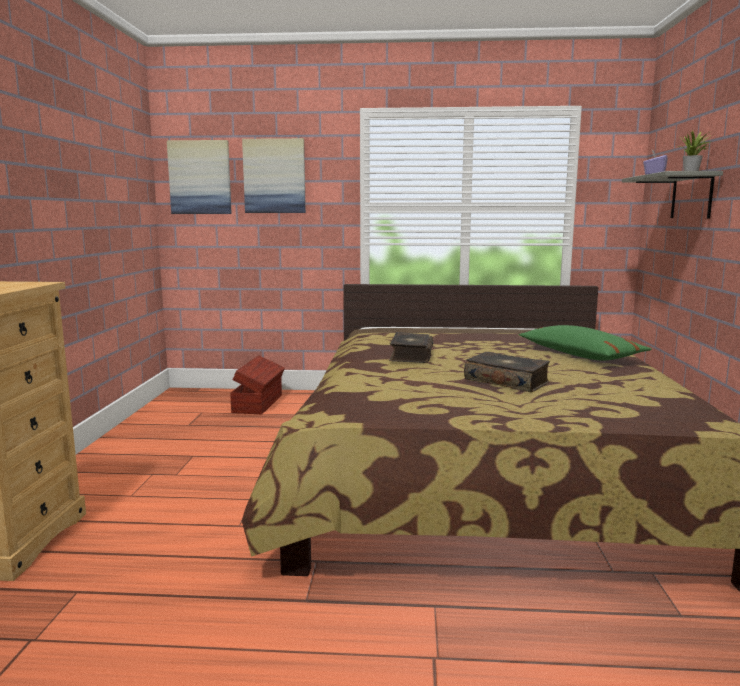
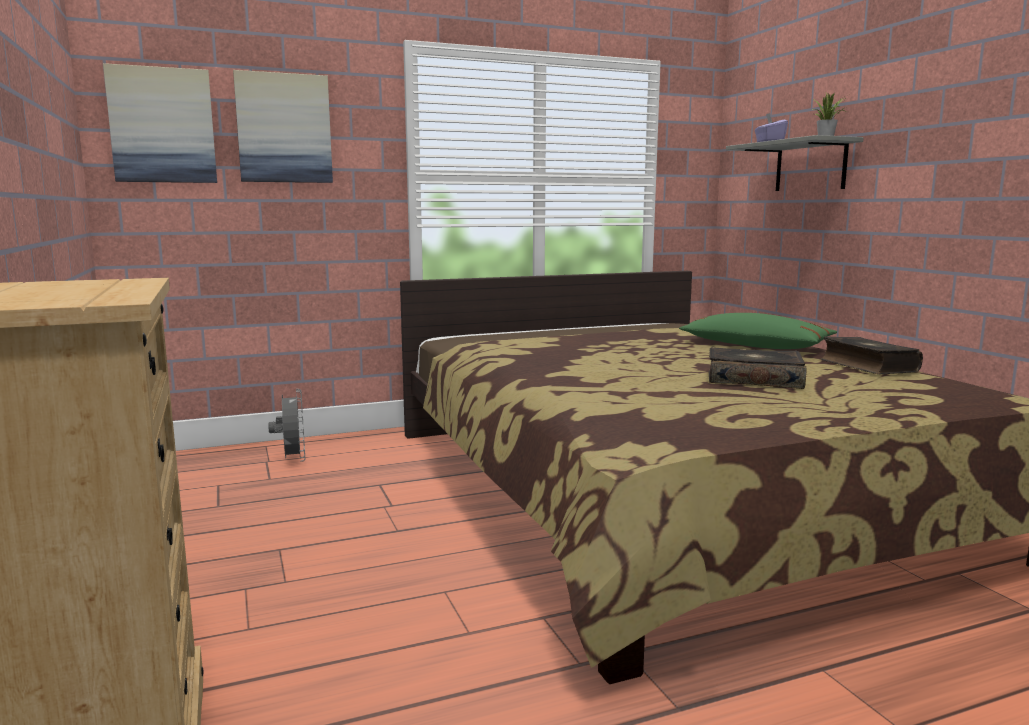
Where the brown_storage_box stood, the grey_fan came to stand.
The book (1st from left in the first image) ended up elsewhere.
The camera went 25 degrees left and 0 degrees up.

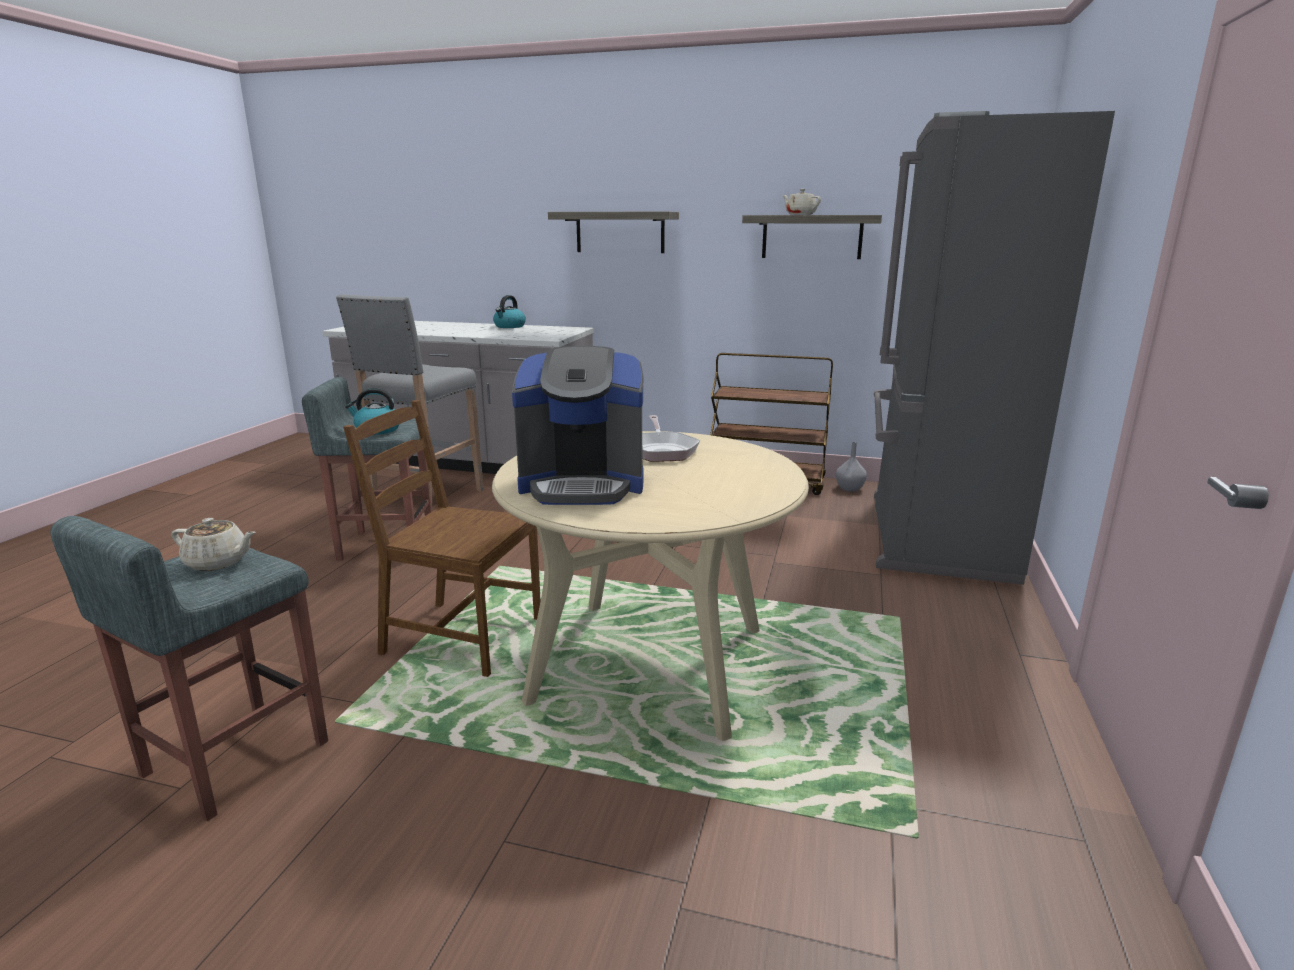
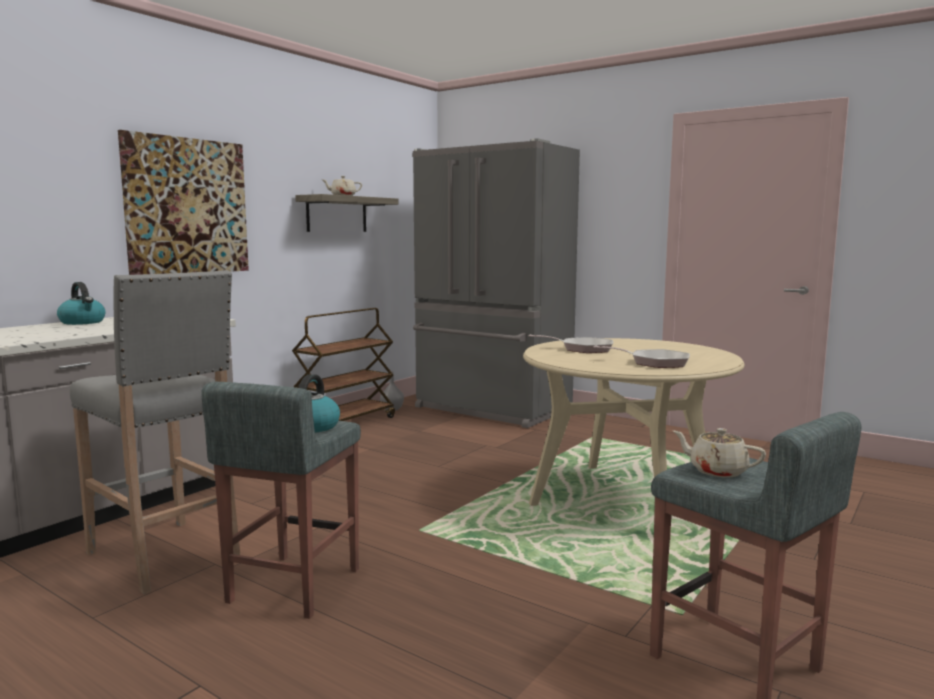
Where the shelf (1st from left) hung, the picture came to hang.
Where the coffee_machine stood, the frying_pan (2nd from left) came to stand.
The beige_teapot (1st from left in the first image) ended up facing another way, 90 degrees counterclockwise from before.
The second view lost the brown_chair.
The camera went 70 degrees left and 10 degrees down.

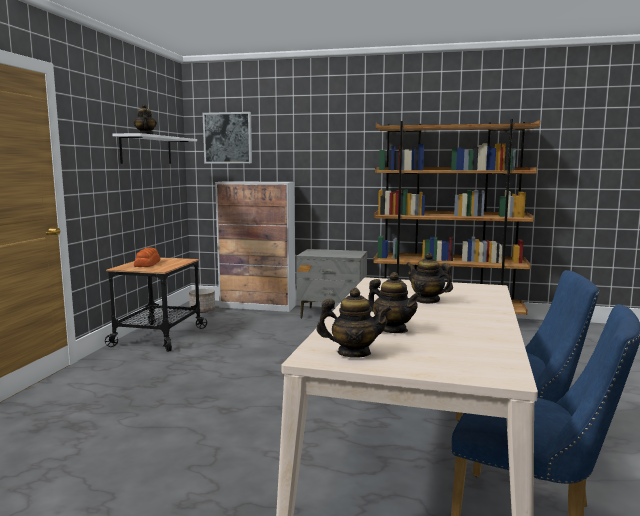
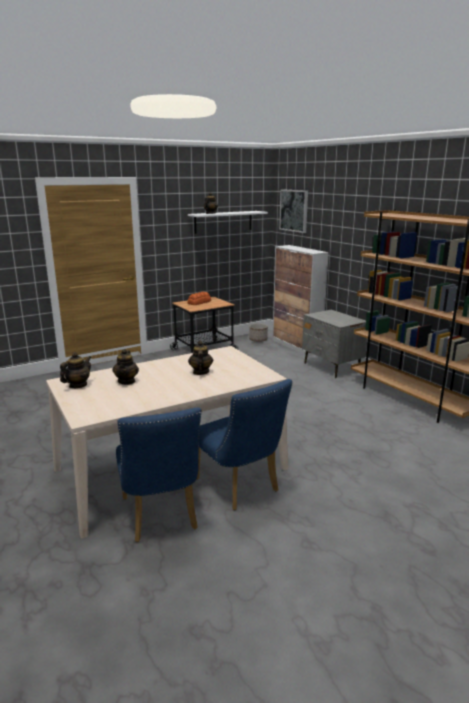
The teapot (2nd from left in the first image) ended up facing another way, 105 degrees counterclockwise from before.
The camera went 45 degrees right and 10 degrees up.

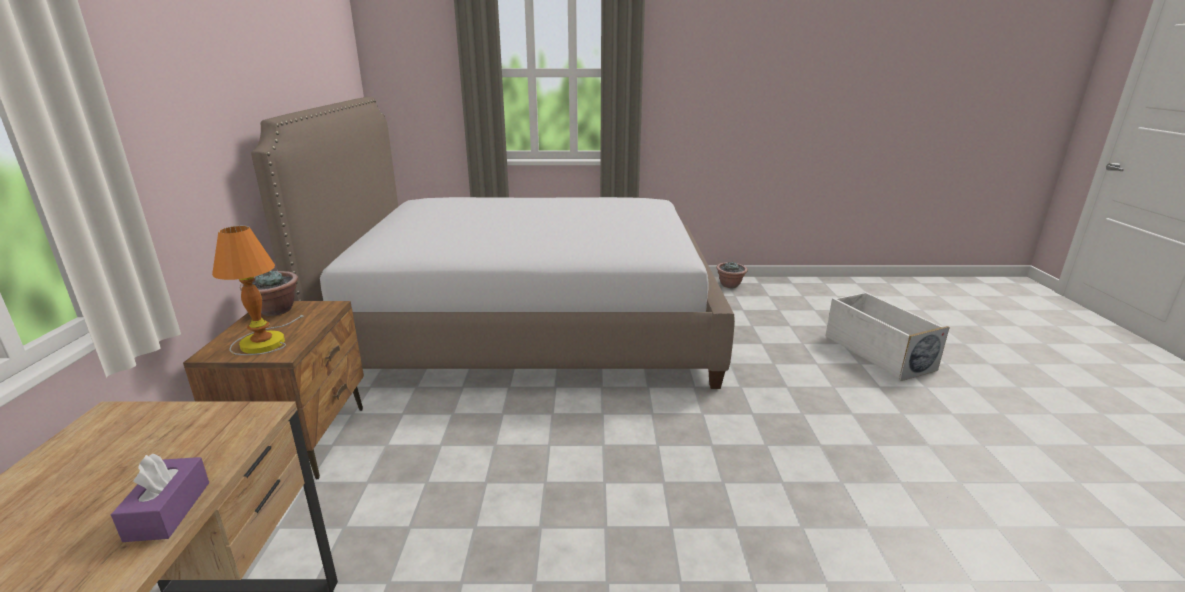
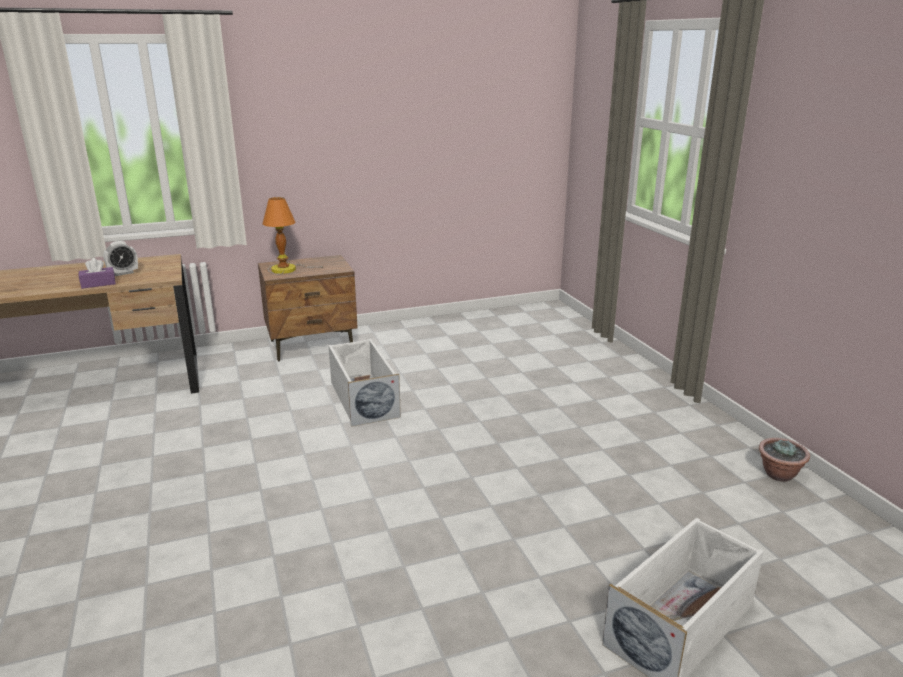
The second view gained the alarm_clock.
The second view gained the white_storage_box (1st from left).
The second view lost the potted_plant (1st from left).
The second view lost the bed.
The camera went 70 degrees right and 0 degrees up.

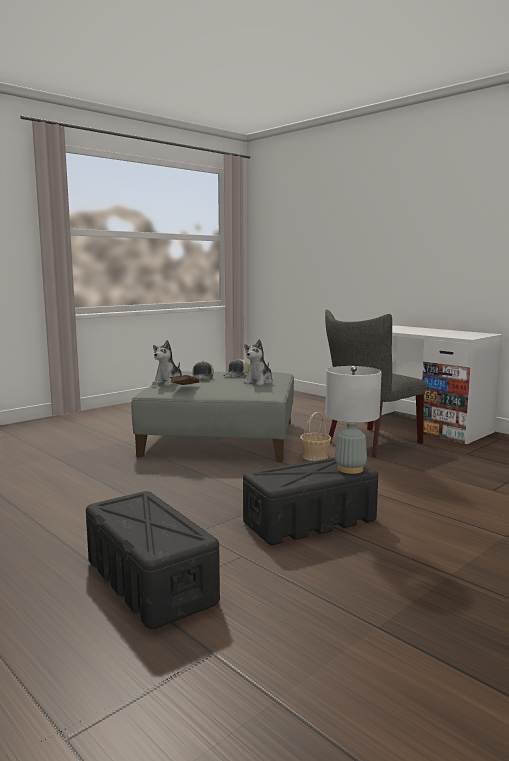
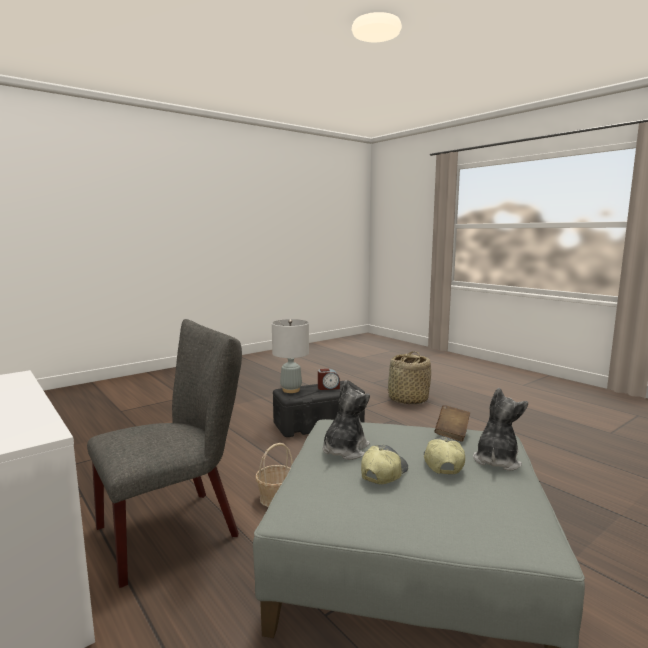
The second view gained the alarm_clock.
Where the black_storage_box (1st from left) stood, the basket (2nd from left) came to stand.
The camera went 175 degrees left and 0 degrees up.

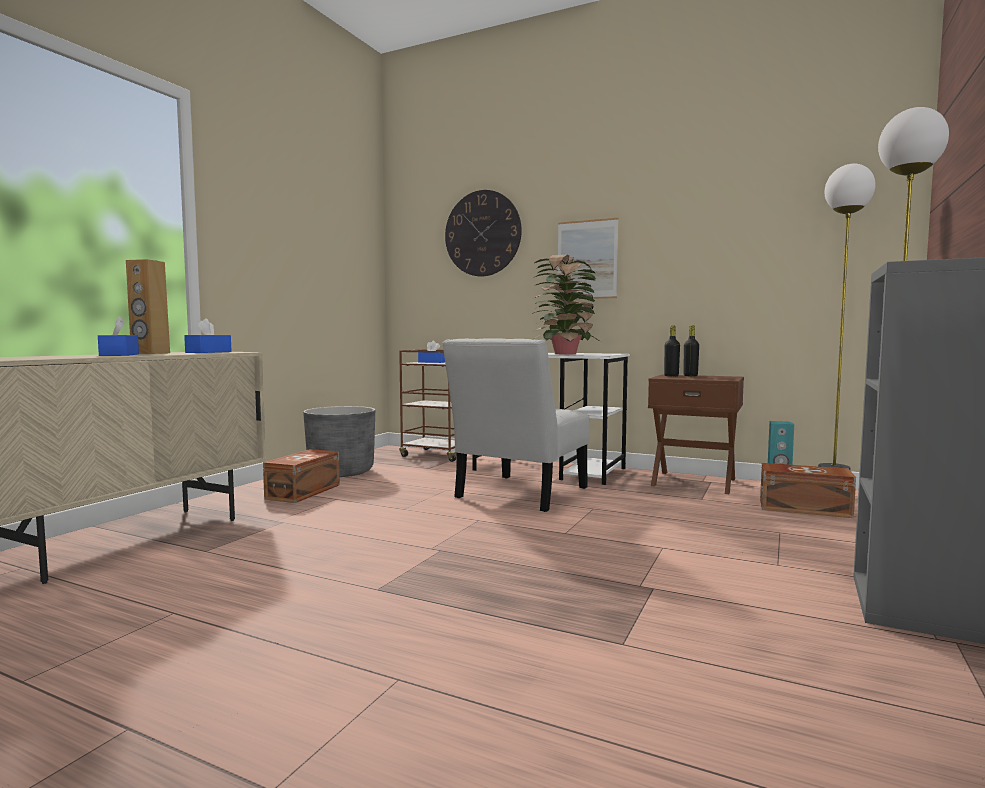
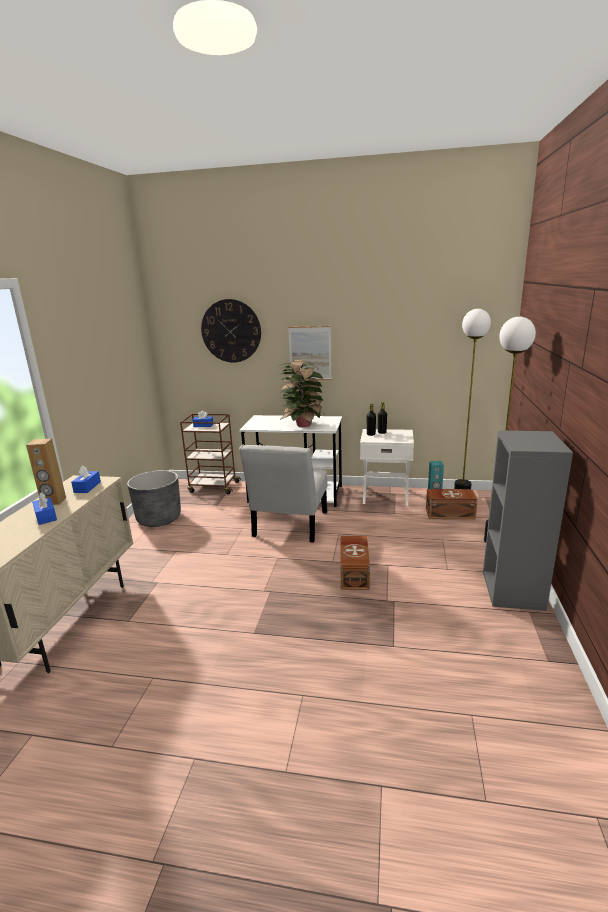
The brown_storage_box (1st from left) ended up elsewhere.
What was the brown_nightstand turned into the white_nightstand.
The camera went 15 degrees left and 15 degrees up.

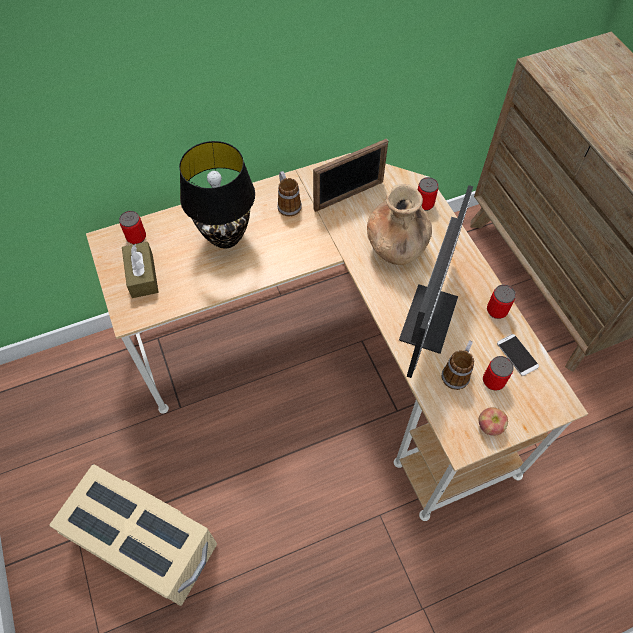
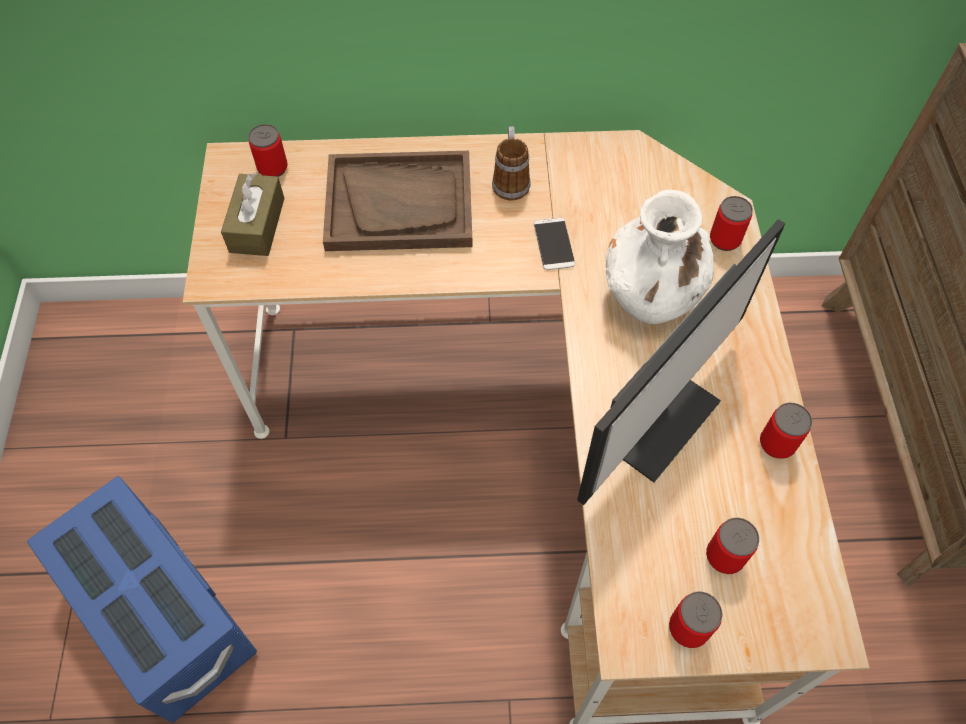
What was the beige_storage_box turned into the blue_storage_box.
Where the black_table_lamp stood, the brown_tray came to stand.
The phone ended up elsewhere.
What was the brown_vase turned into the white_vase.
Where the apple stood, the can (2nd from left) came to stand.
The second view lost the picture_frame.
The second view lost the mug (2nd from left).
The camera went 20 degrees right and 0 degrees up.

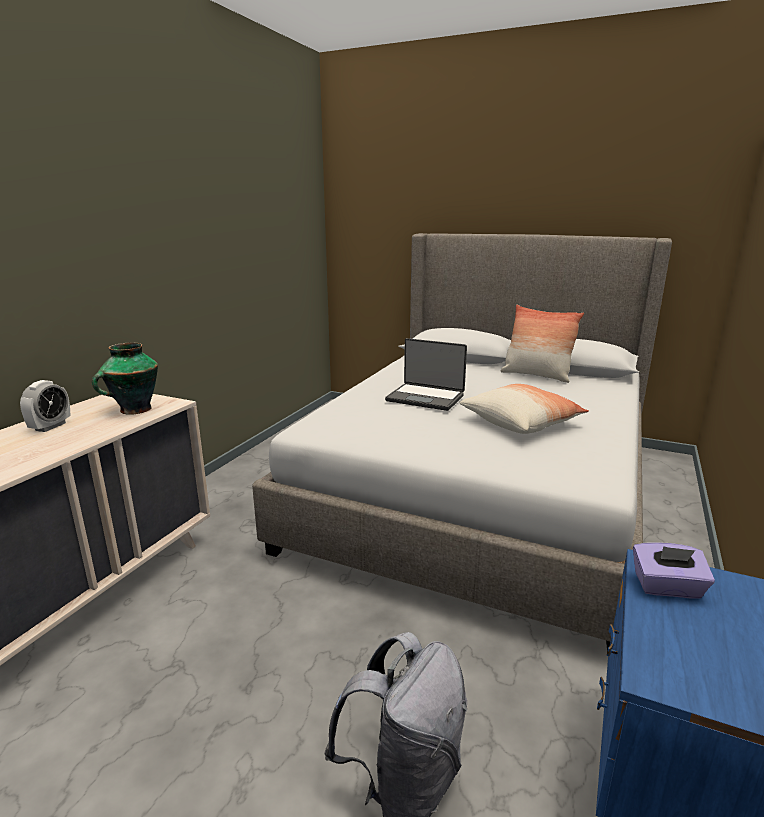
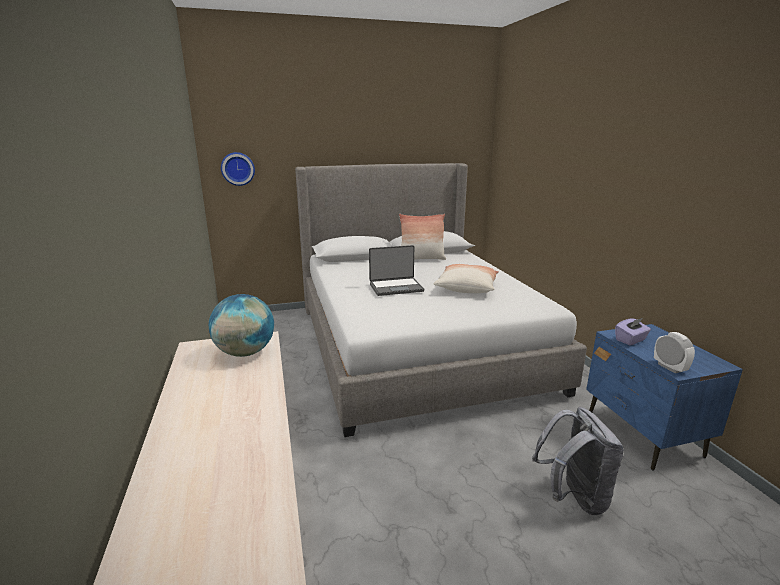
Where the vase stood, the globe came to stand.
The second view gained the wall_clock.
The alarm_clock ended up elsewhere.
The camera went 40 degrees left and 0 degrees up.

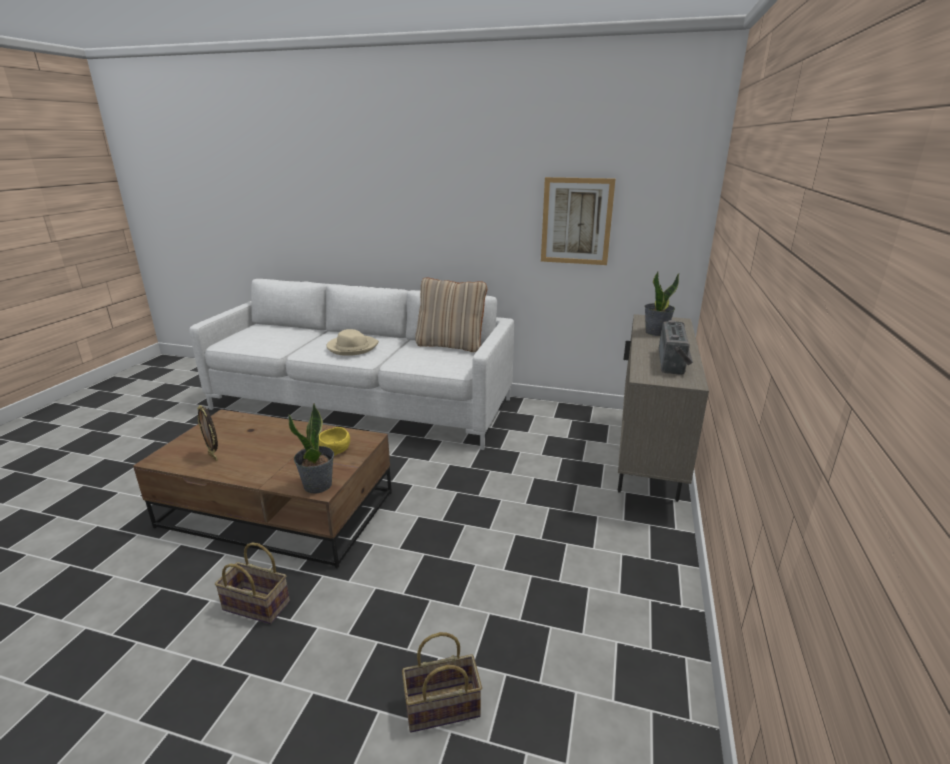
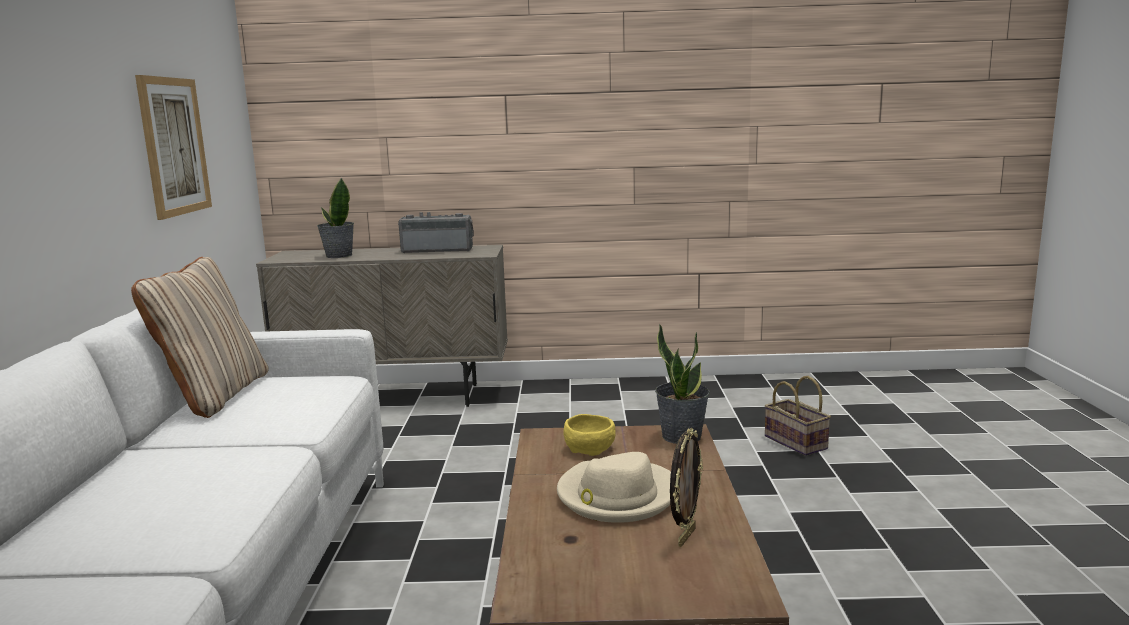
The beige_hat ended up elsewhere.
The second view lost the basket (1st from left).
The camera went 105 degrees left and 10 degrees down.

